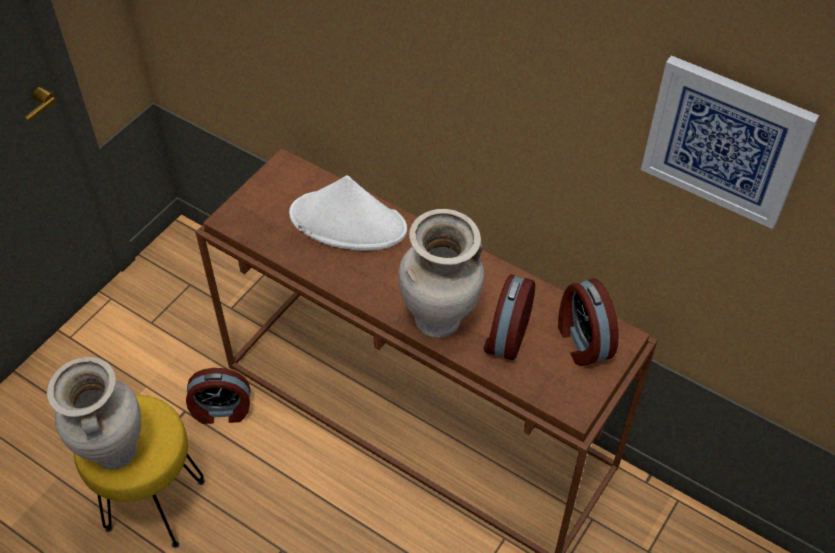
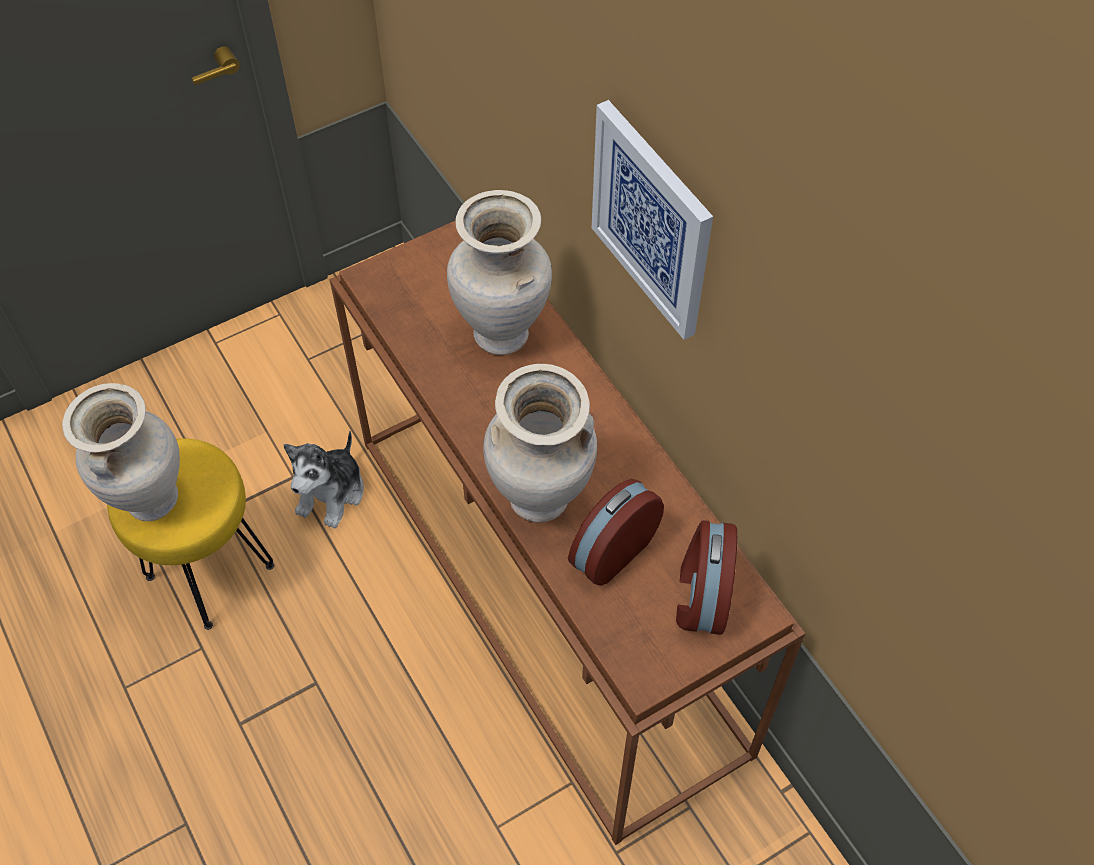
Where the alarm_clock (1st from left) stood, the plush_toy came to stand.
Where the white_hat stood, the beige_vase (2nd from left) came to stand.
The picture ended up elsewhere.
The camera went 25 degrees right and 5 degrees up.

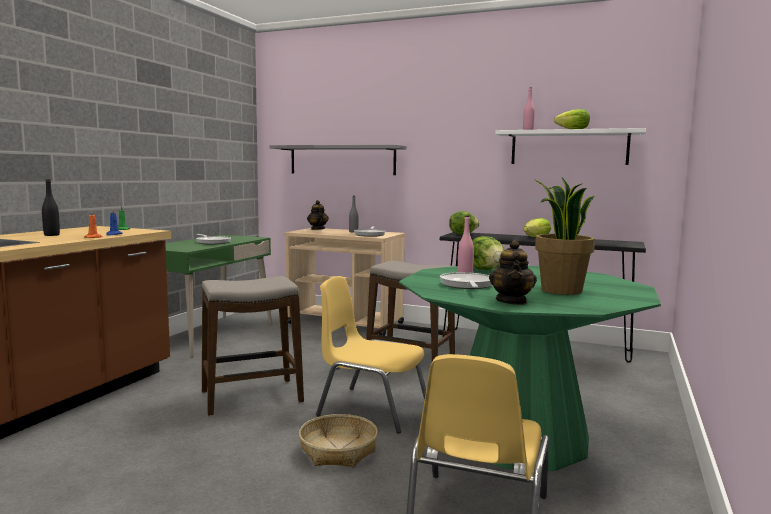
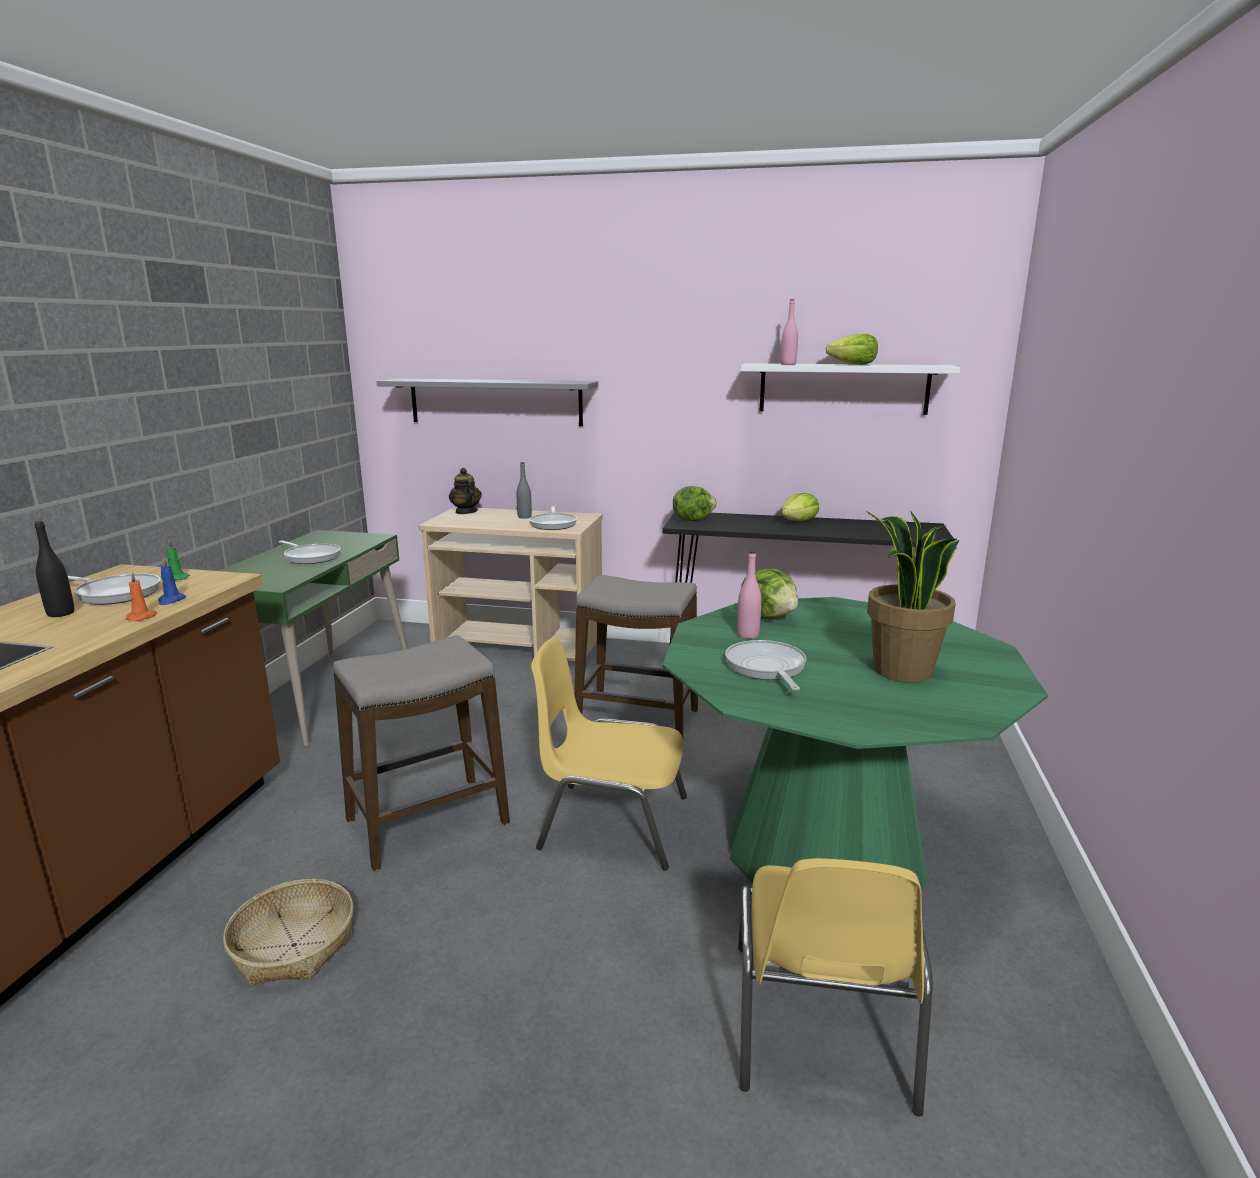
The second view gained the frying_pan (1st from left).
The basket ended up elsewhere.
The second view lost the teapot (2nd from left).
The camera went 10 degrees left and 10 degrees up.

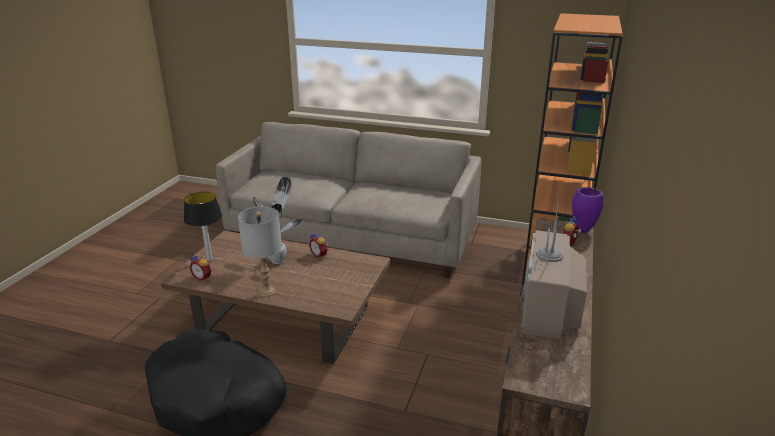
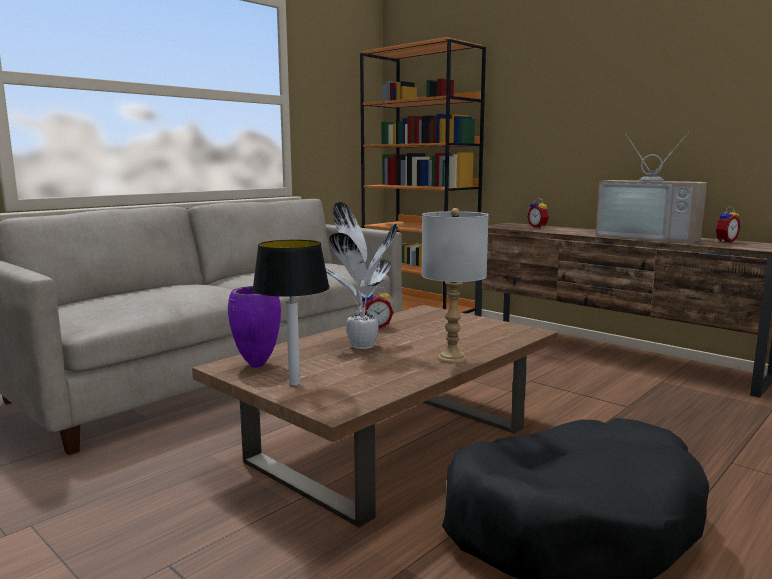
The purple_vase ended up elsewhere.
The alarm_clock (1st from left in the first image) ended up elsewhere.
The camera went 65 degrees left and 15 degrees down.

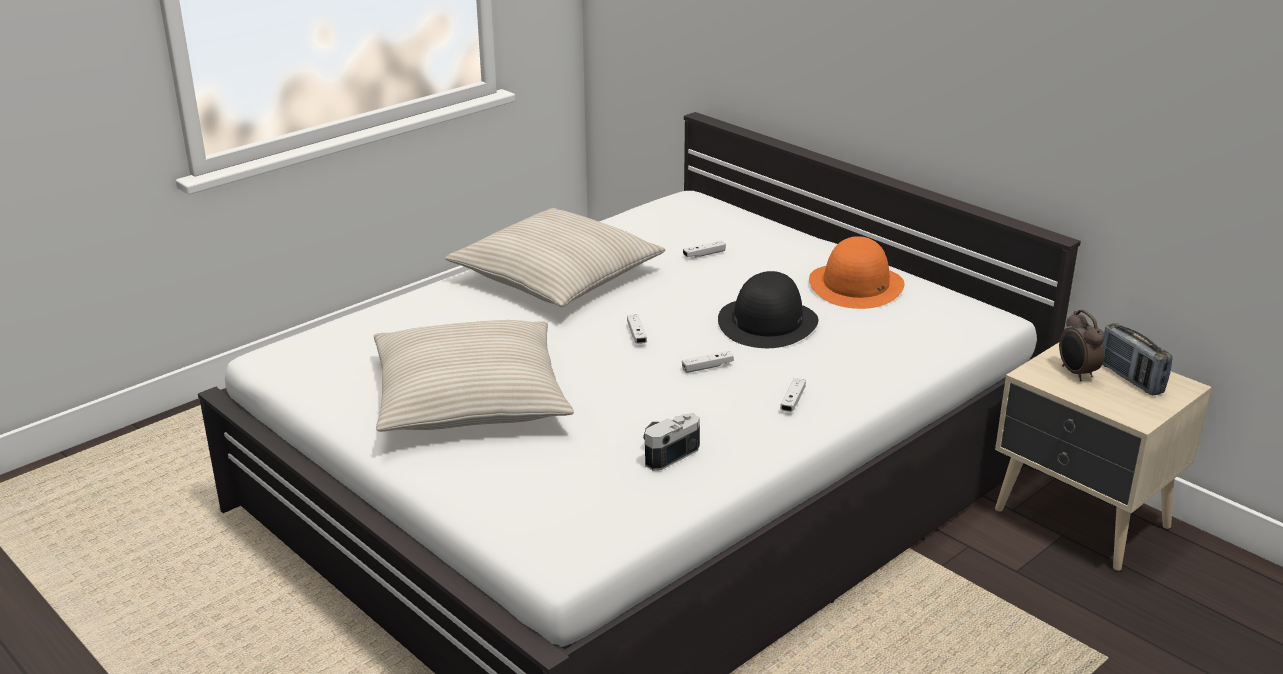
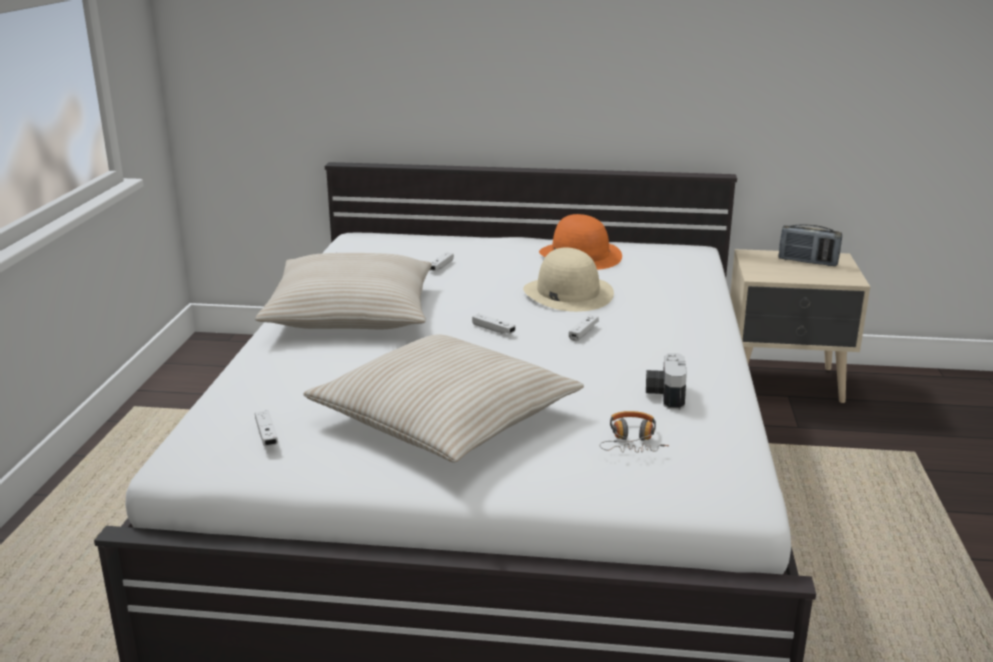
The white_game_controller (4th from left in the first image) ended up elsewhere.
What was the black_hat turned into the beige_hat.
The second view gained the headphones.
The second view lost the alarm_clock.
The camera went 40 degrees left and 5 degrees down.

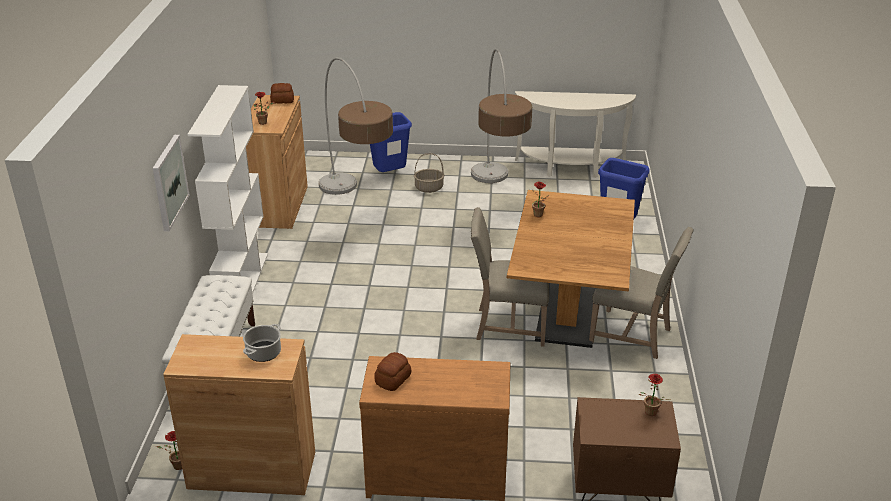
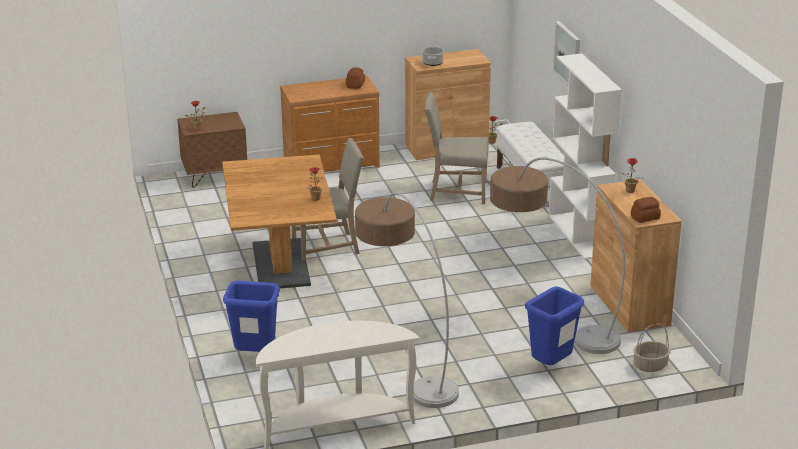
The beige_chair (2nd from left) ended up elsewhere.
The basket ended up elsewhere.
The camera went 160 degrees right and 5 degrees down.

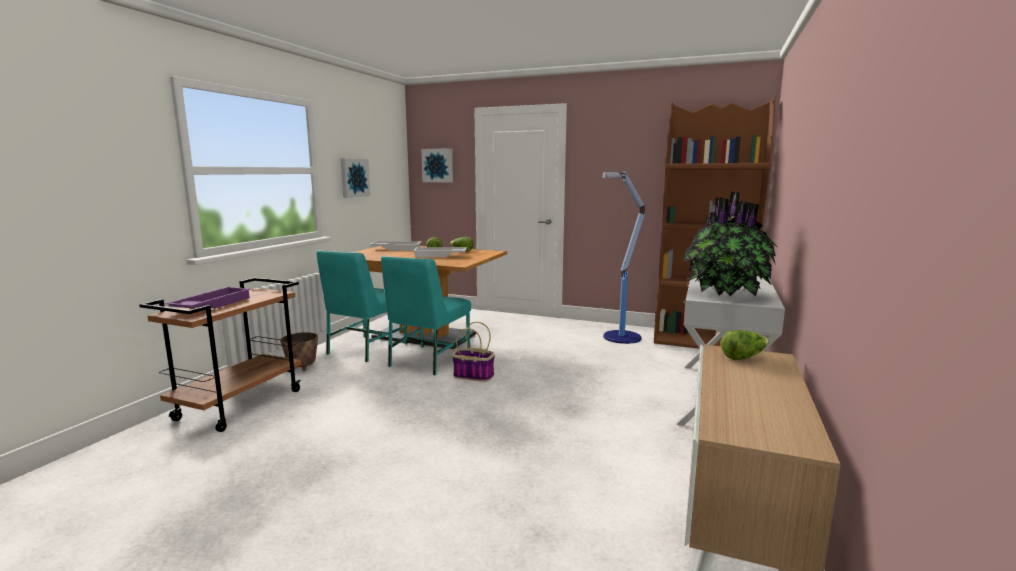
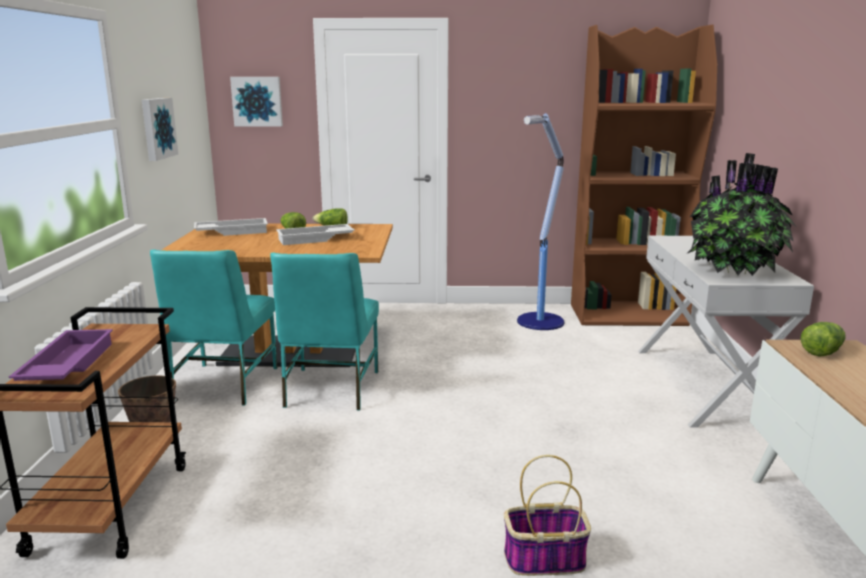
The basket ended up elsewhere.
The camera went 20 degrees left and 5 degrees up.

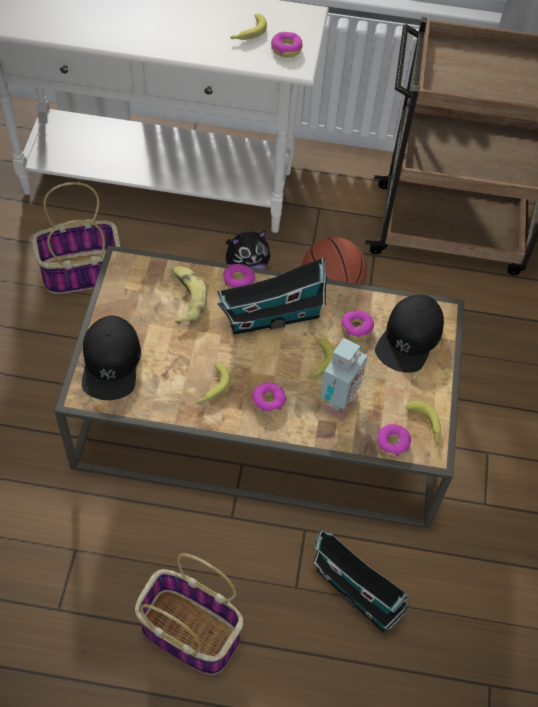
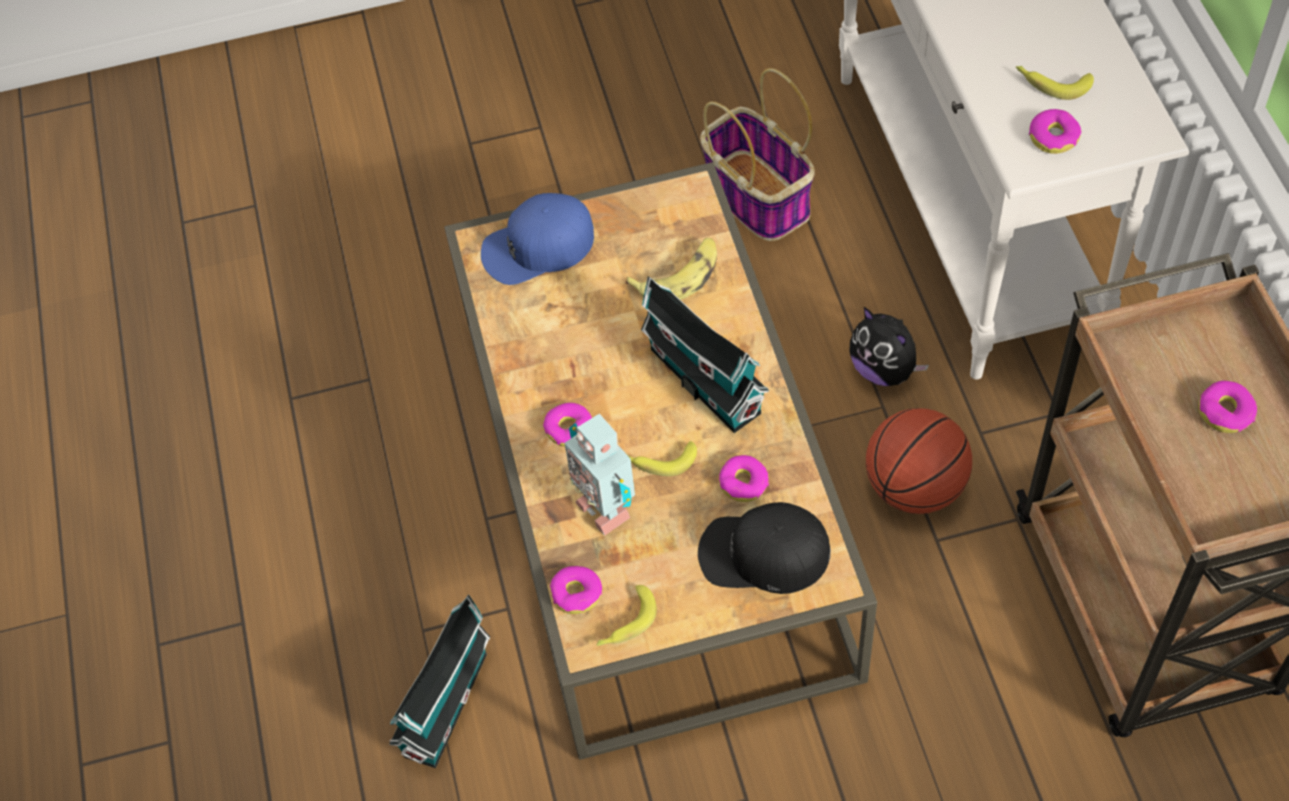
What was the black_cap (1st from left) turned into the blue_cap.
The toy_robot ended up facing another way, 45 degrees clockwise from before.
The donut (1st from left in the first image) ended up elsewhere.
The second view lost the basket (2nd from left).
The second view lost the banana (2nd from left).
The camera went 75 degrees right and 0 degrees up.

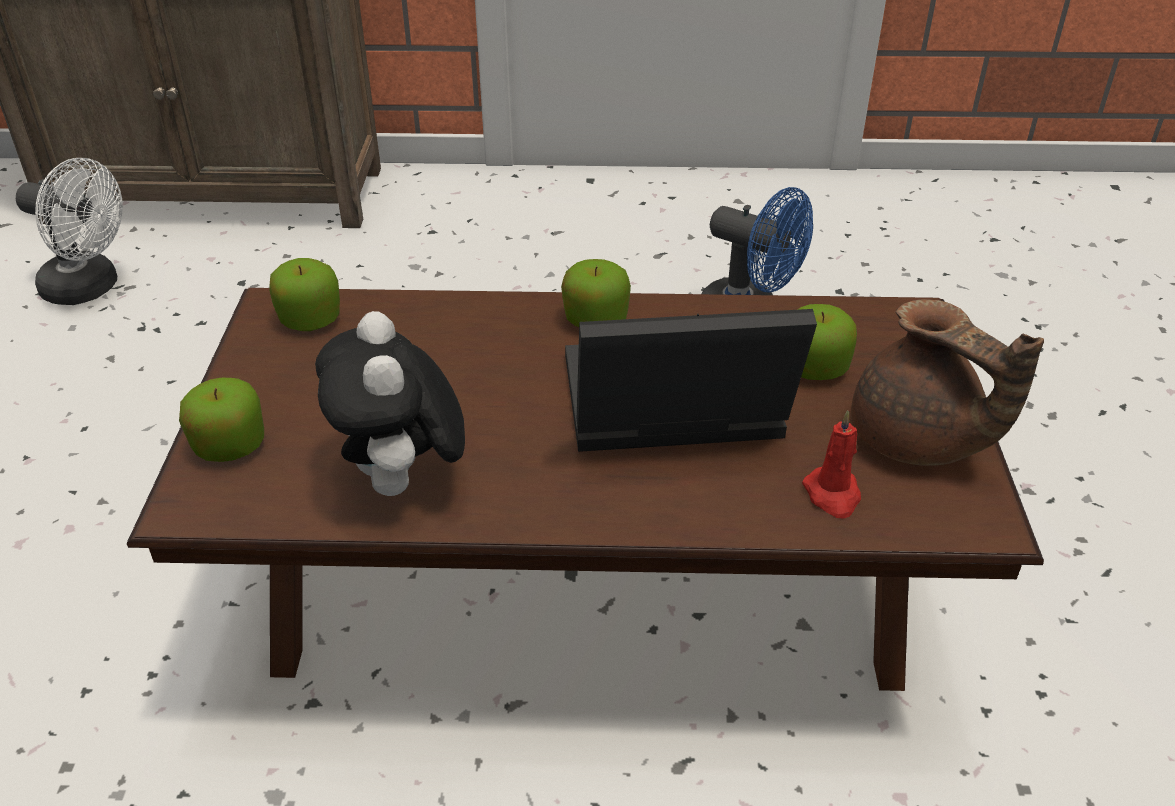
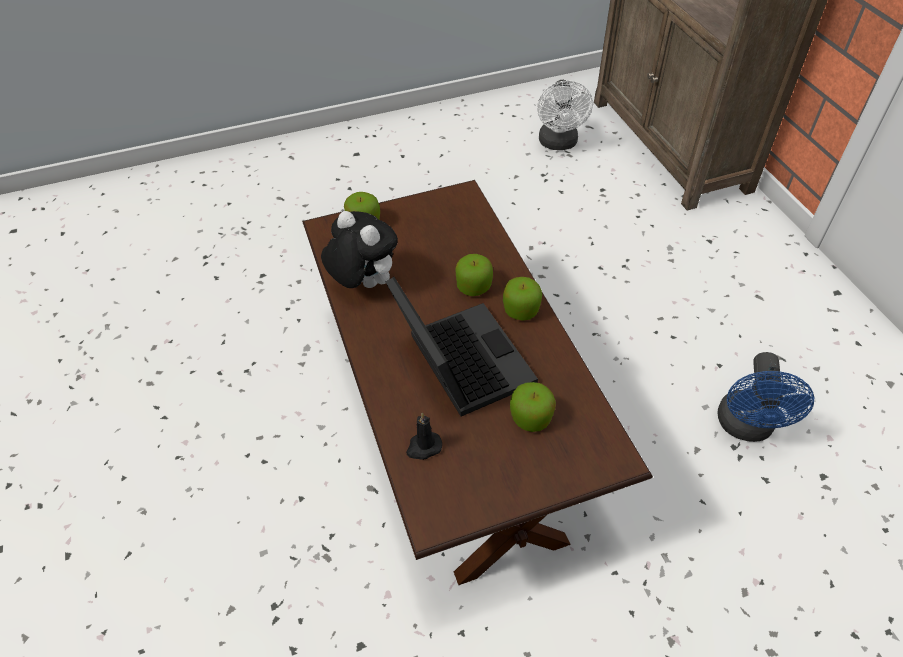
The plush_toy ended up facing another way, 75 degrees clockwise from before.
What was the red_candle turned into the black_candle.
The apple (2nd from left) ended up elsewhere.
The second view lost the brown_teapot.
The camera went 70 degrees right and 10 degrees up.

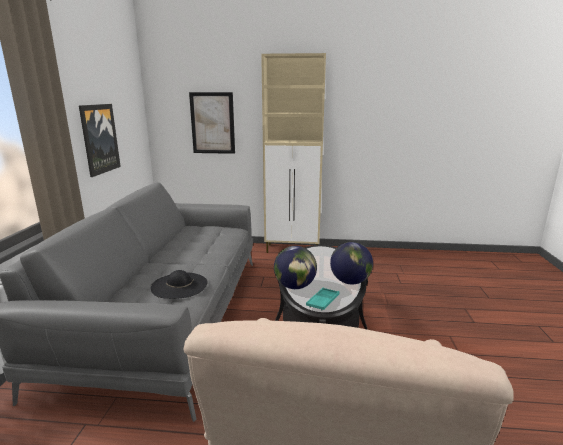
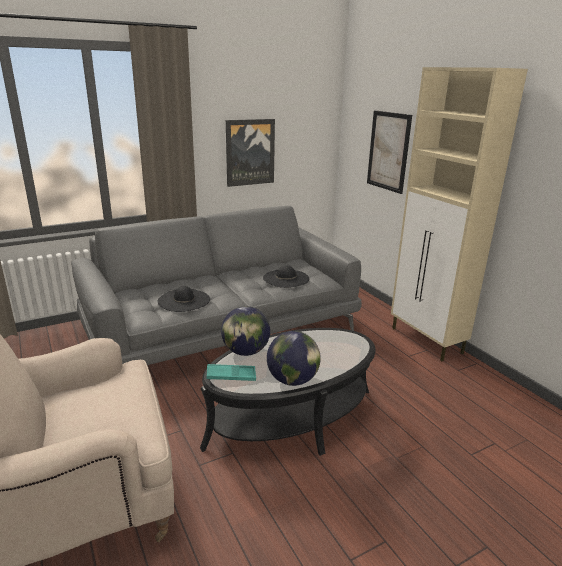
The second view gained the black_hat (2nd from left).
The camera went 55 degrees right and 5 degrees up.

